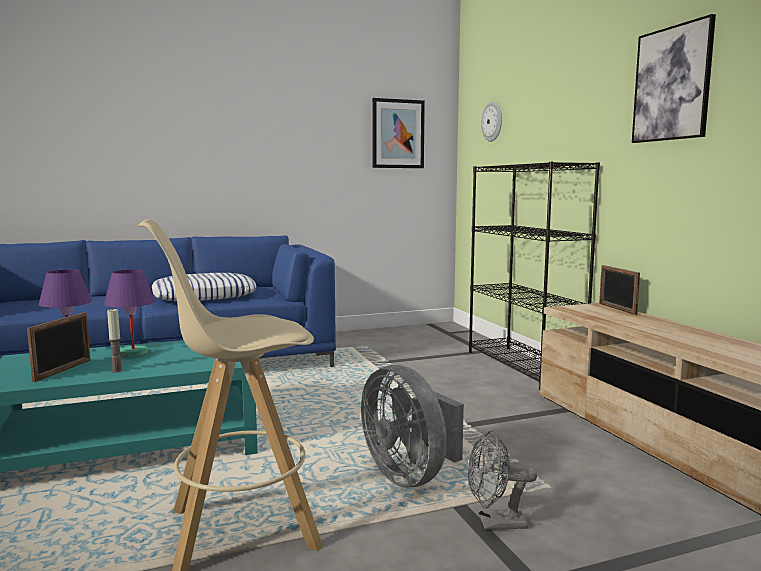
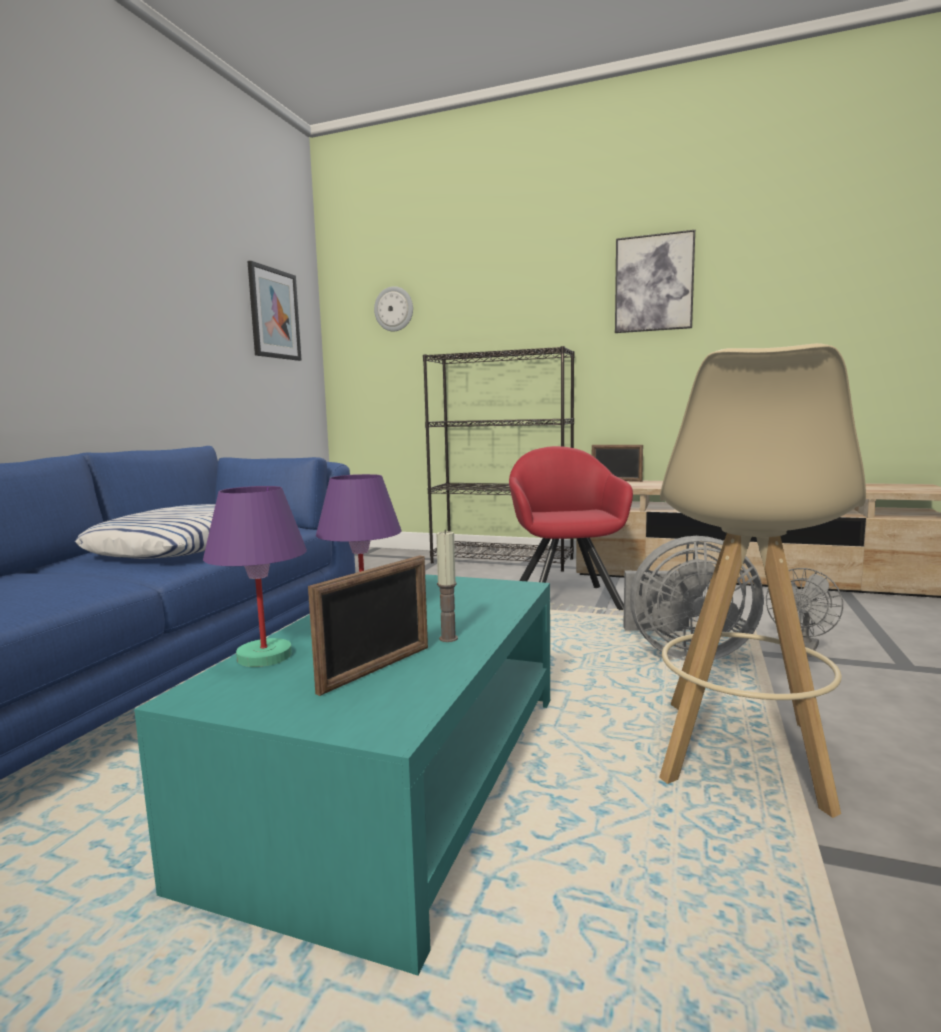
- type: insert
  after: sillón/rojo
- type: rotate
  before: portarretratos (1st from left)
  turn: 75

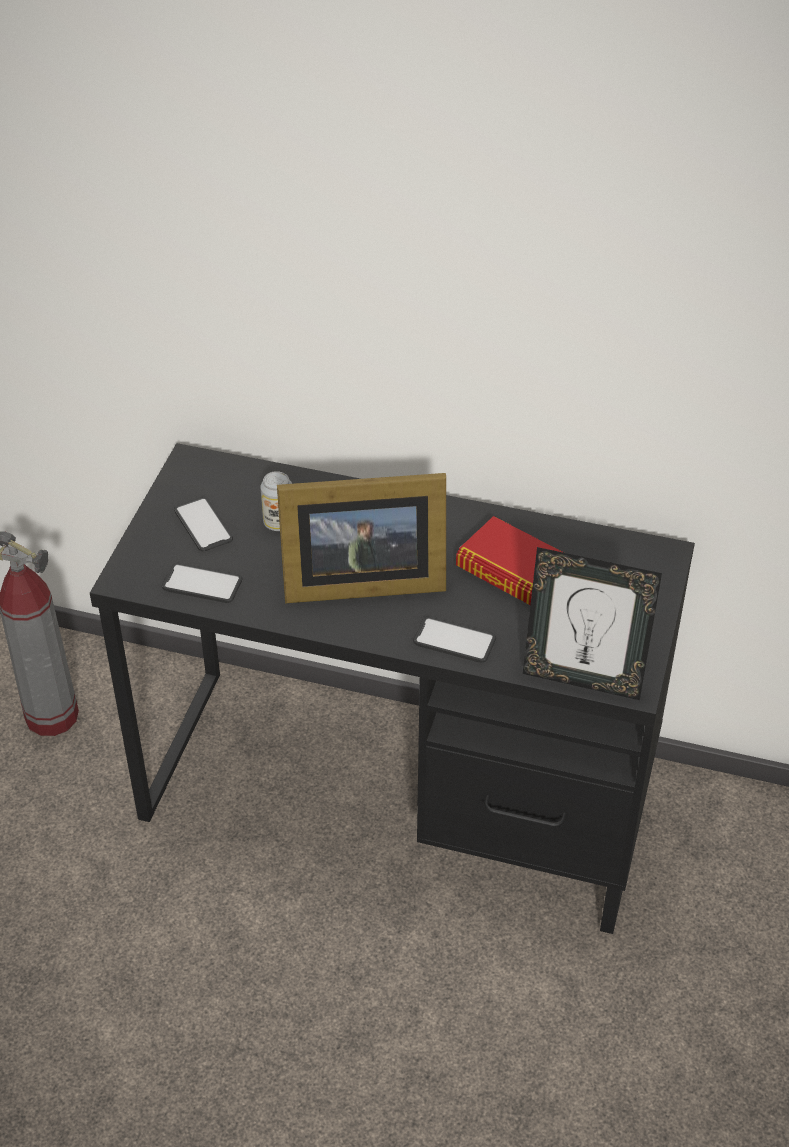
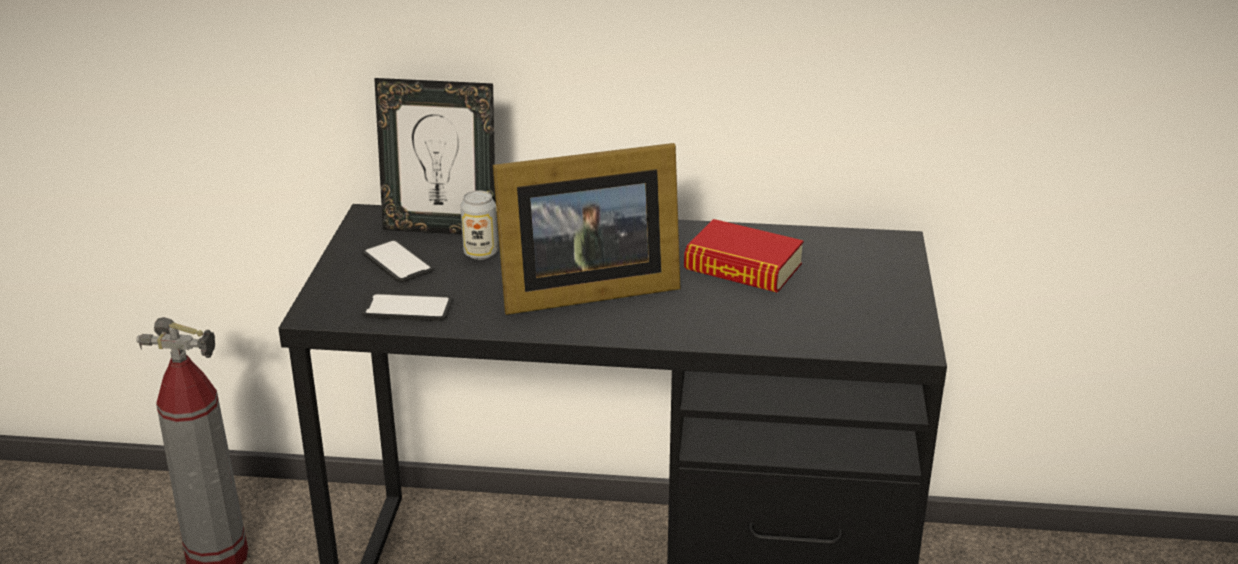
- type: delete
  before: móvil (3rd from left)
- type: move
  before: portarretratos (2nd from left in the first image)
  after: portarretratos (1st from left)

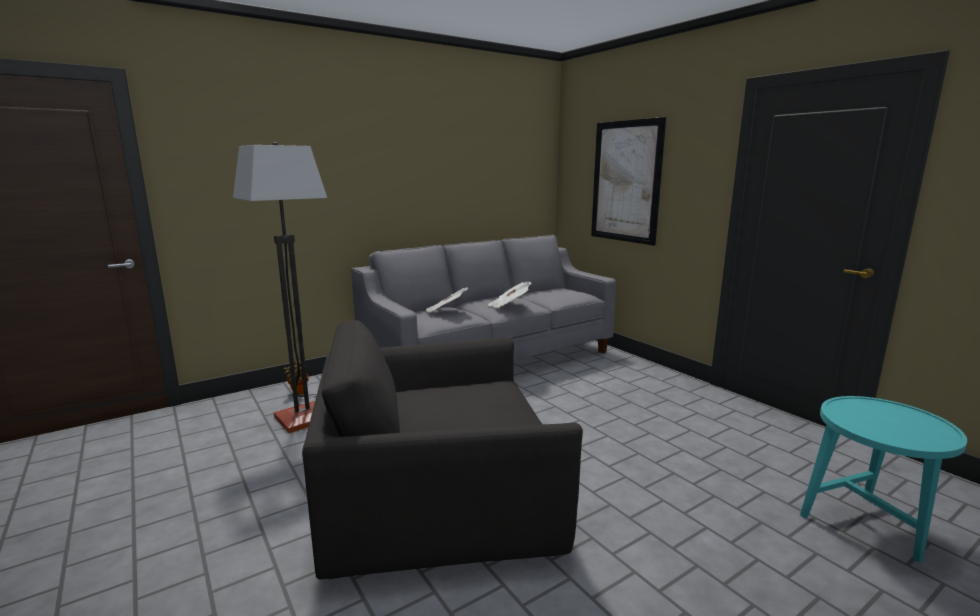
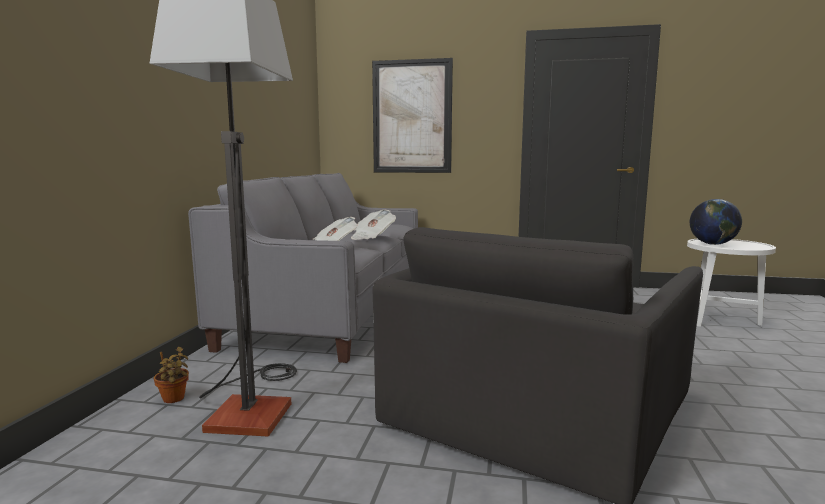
- type: insert
  after: globo terráqueo
- type: recolor
  before: mesa auxiliar/turquesa
  after: mesa auxiliar/blanco

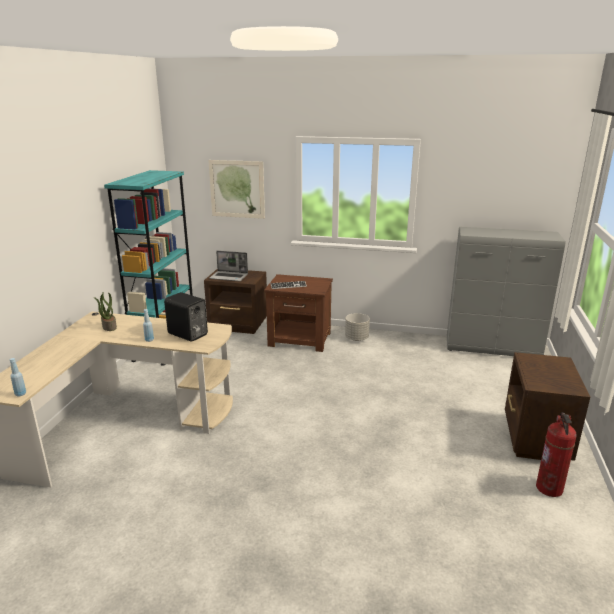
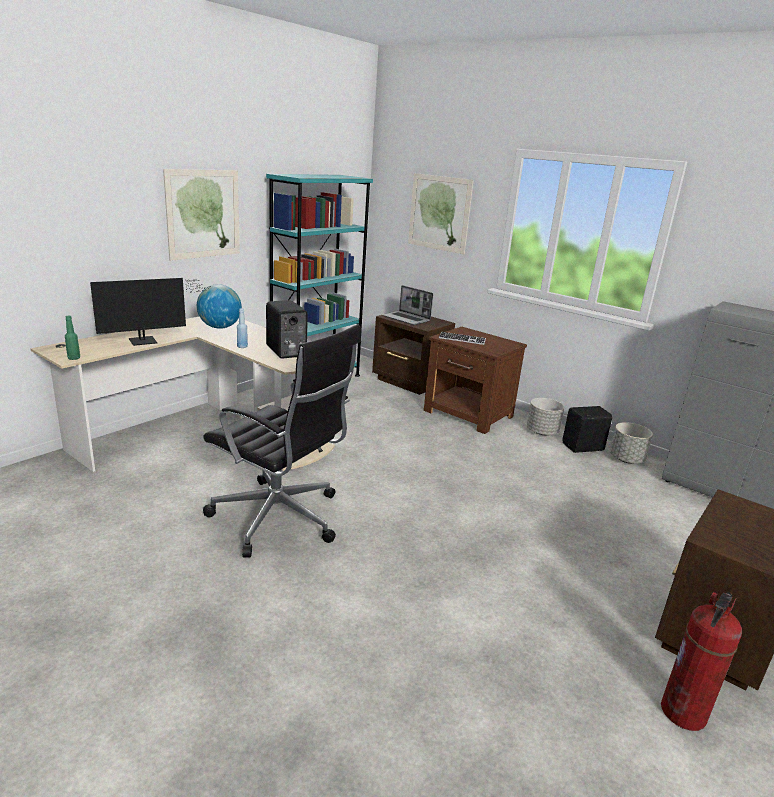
- type: insert
  after: monitor
- type: insert
  after: cuadro (1st from left)
- type: insert
  after: silla de oficina/negro
- type: insert
  after: altavoz/negro (2nd from left)
- type: insert
  after: maceta/gris (2nd from left)
- type: replace
  before: planta en maceta
  after: globo terráqueo
- type: recolor
  before: botella/azul (1st from left)
  after: botella/verde

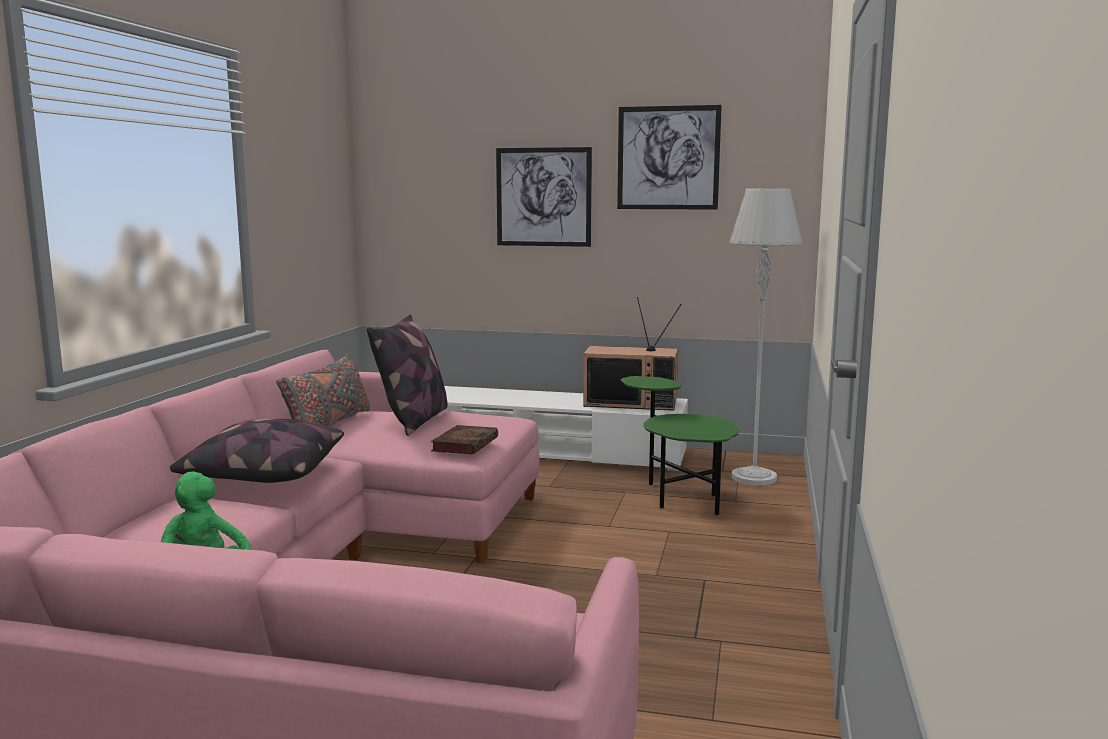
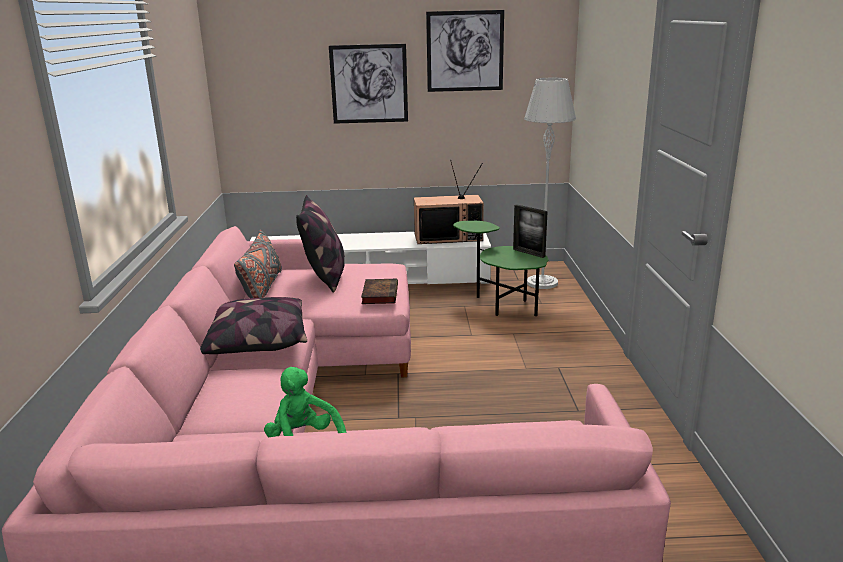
- type: insert
  after: portarretratos

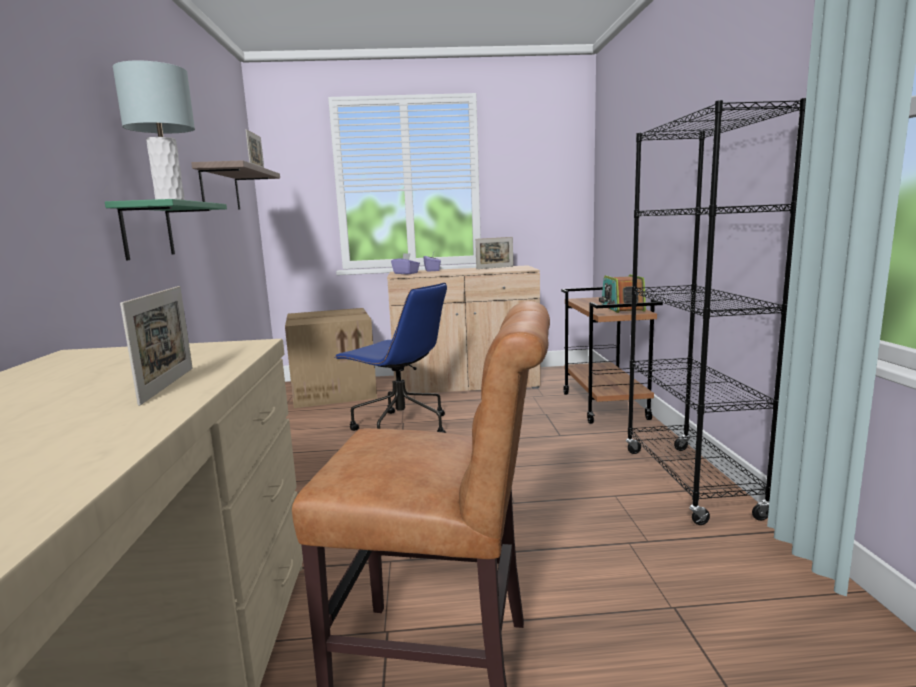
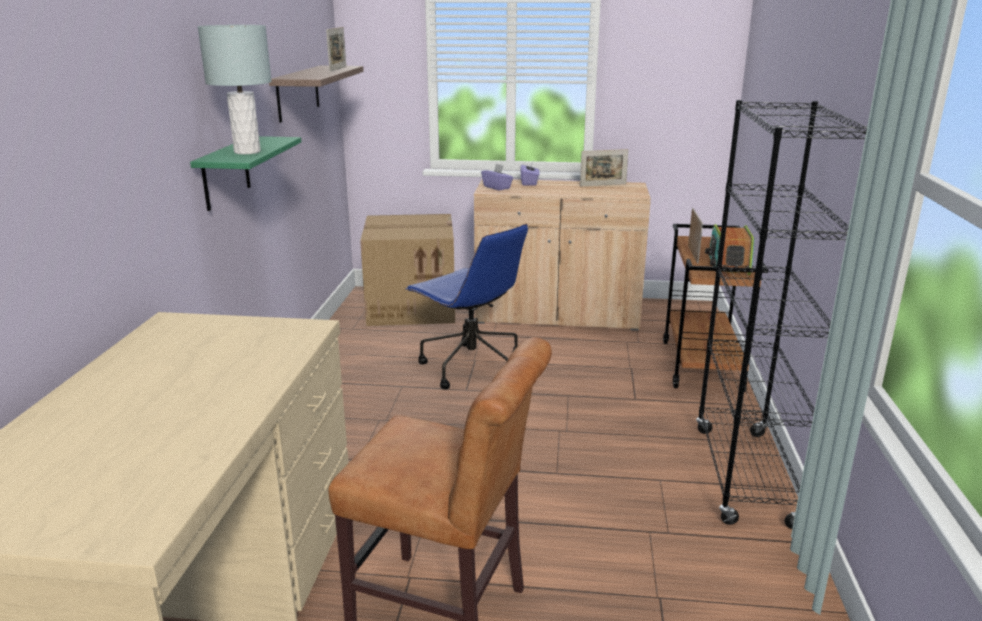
- type: move
  before: portarretratos (1st from left in the first image)
  after: portarretratos (3rd from left)

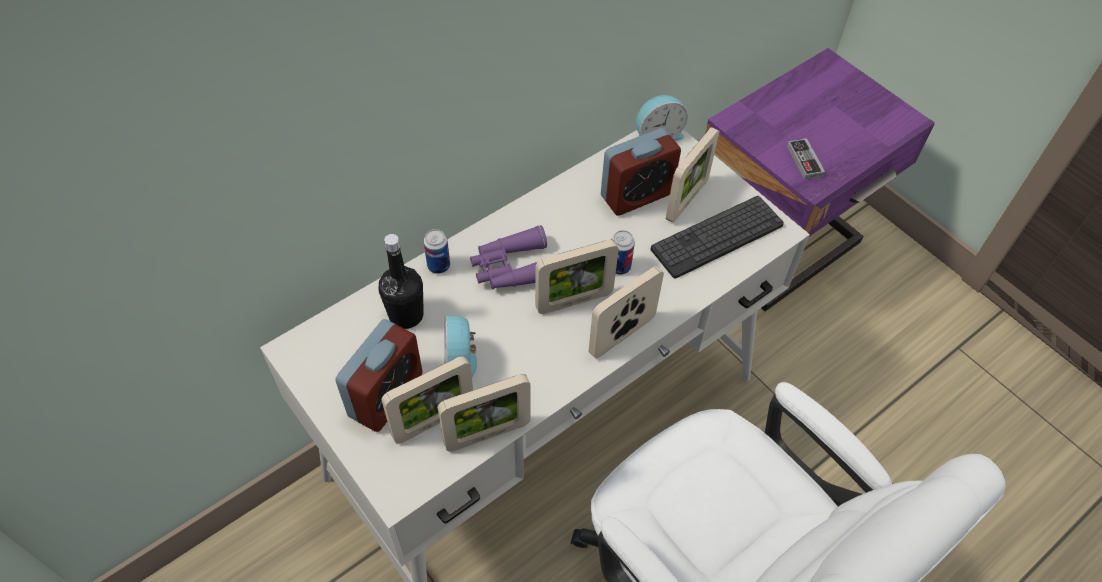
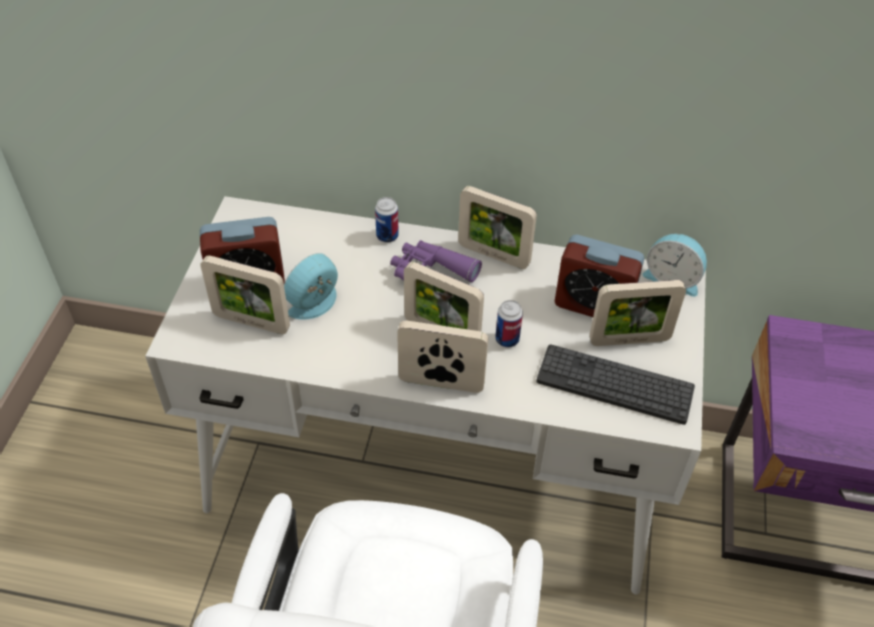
- type: delete
  before: botella/negro
- type: delete
  before: mando de consola
- type: move
  before: portarretratos (2nd from left in the first image)
  after: portarretratos (4th from left)

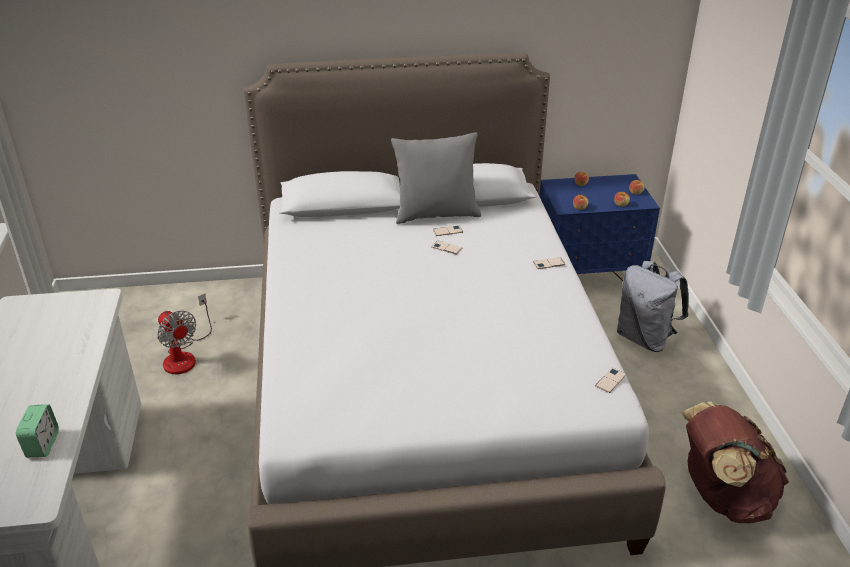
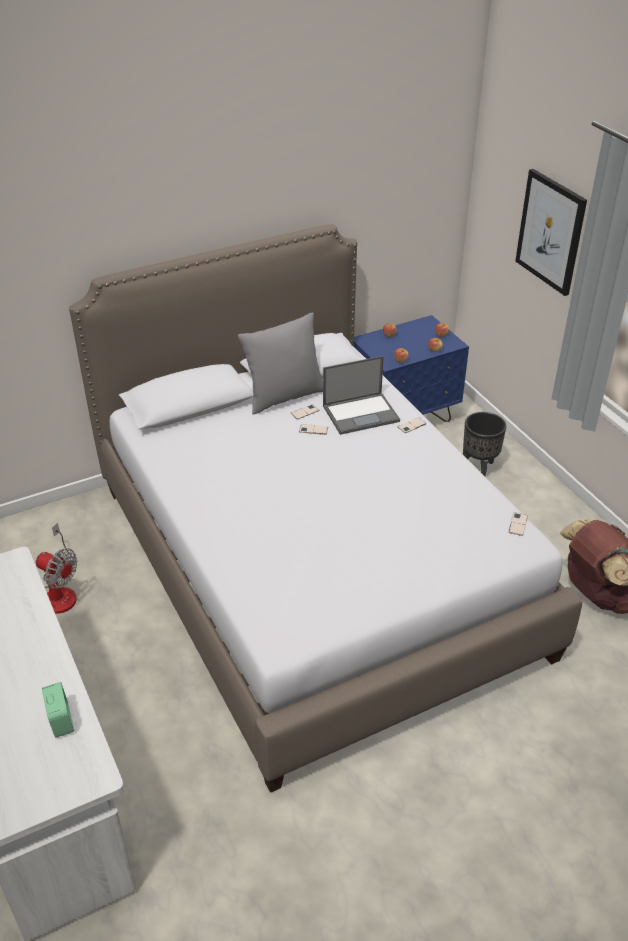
- type: insert
  after: portátil
- type: insert
  after: cuadro
- type: replace
  before: mochila/gris
  after: maceta/negro

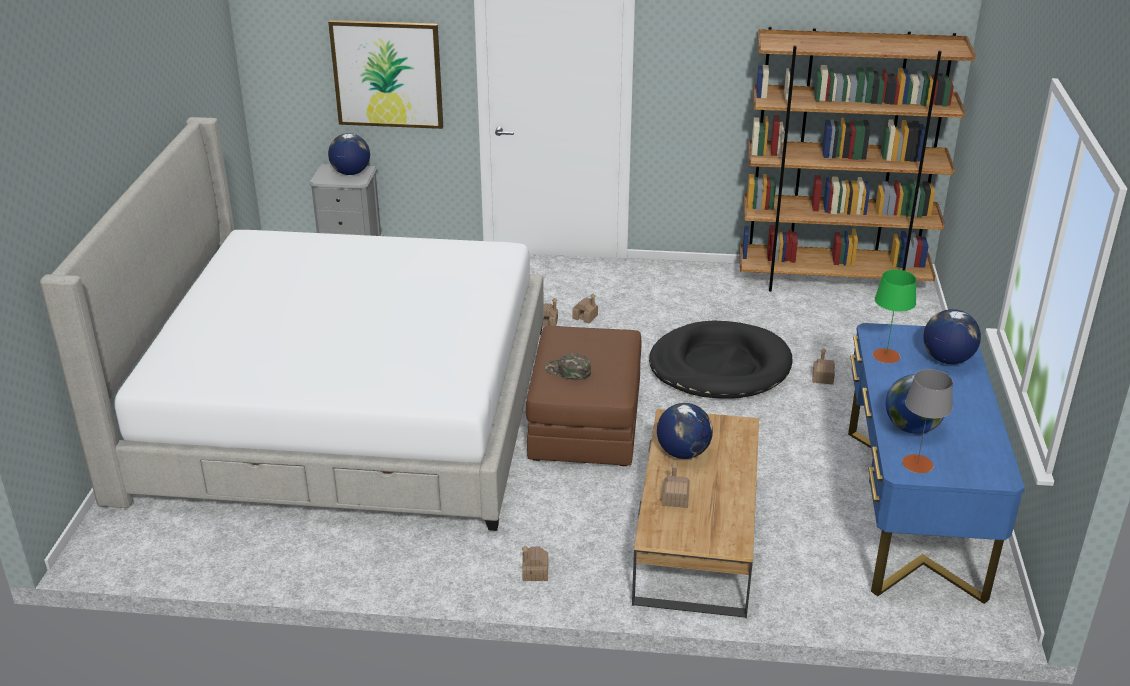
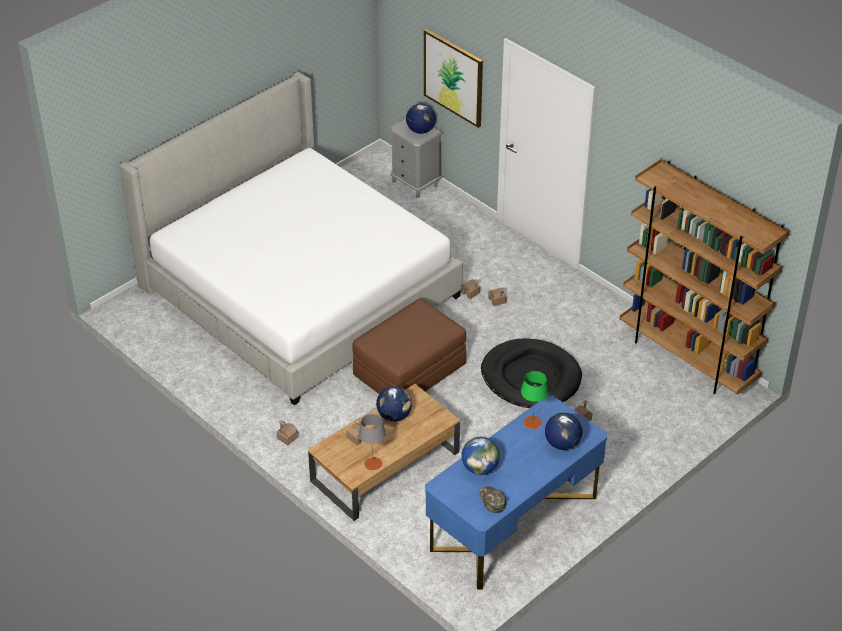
- type: move
  before: gorra/verde
- type: move
  before: lámpara de mesa/gris

